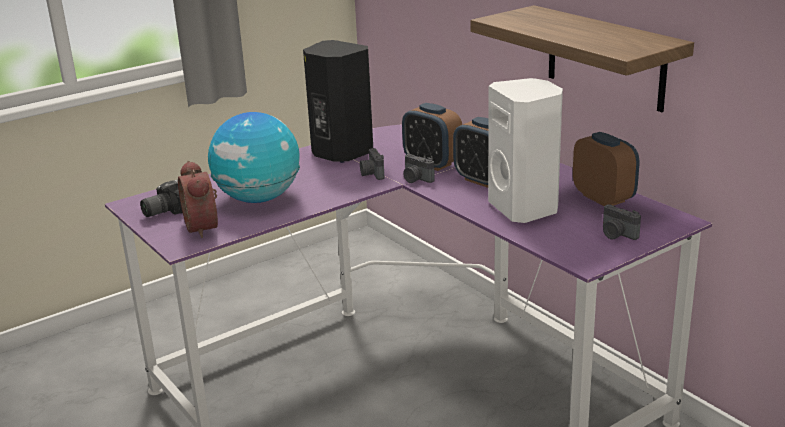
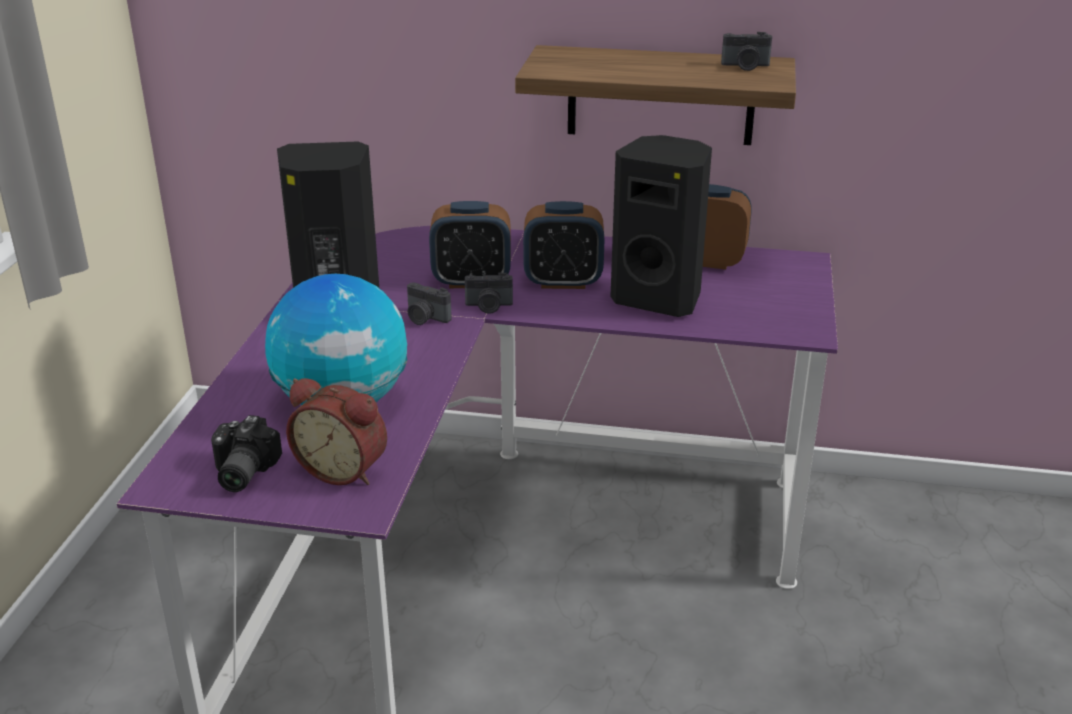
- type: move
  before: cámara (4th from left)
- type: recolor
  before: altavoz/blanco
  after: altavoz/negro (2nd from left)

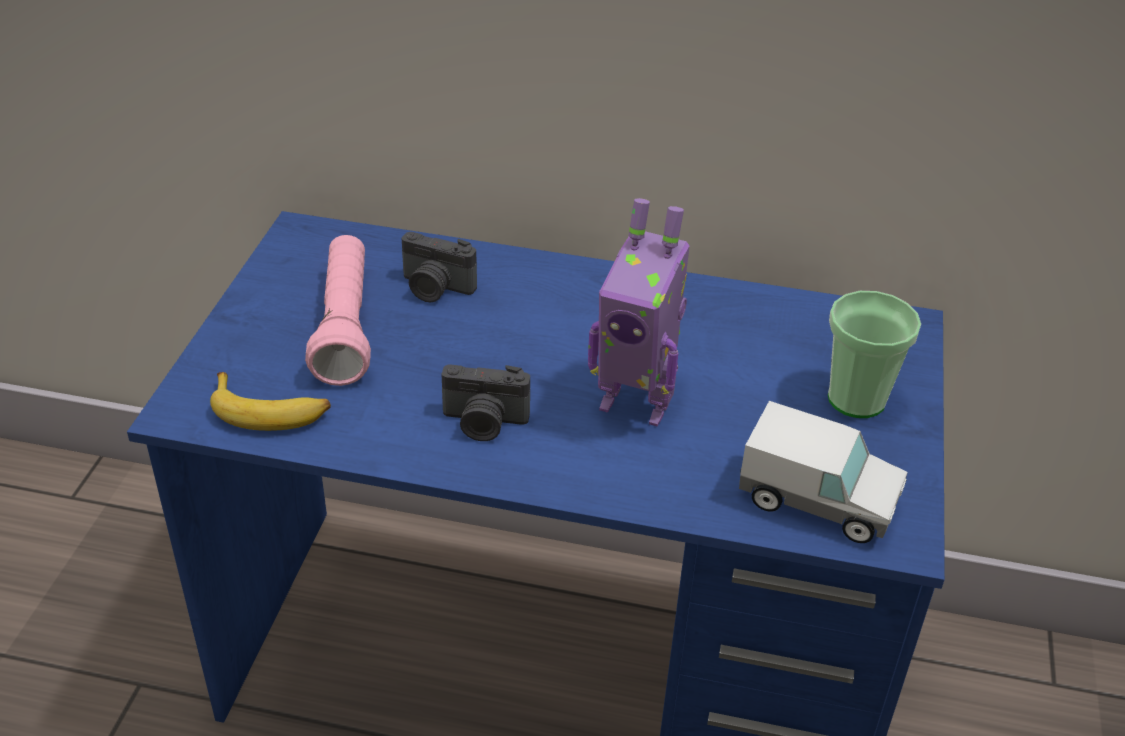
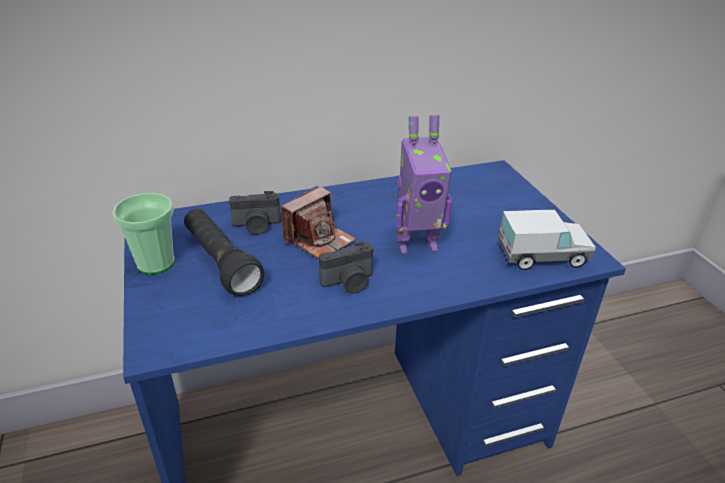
- type: delete
  before: plátano
- type: insert
  after: cámara (2nd from left)
- type: move
  before: taza
- type: recolor
  before: linterna/rosa
  after: linterna/negro

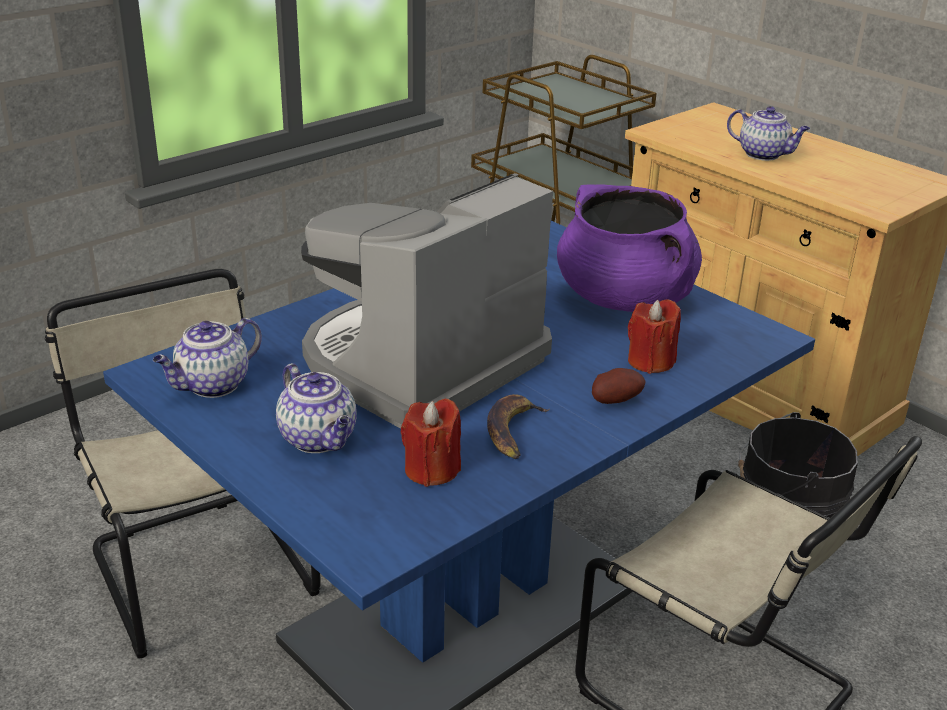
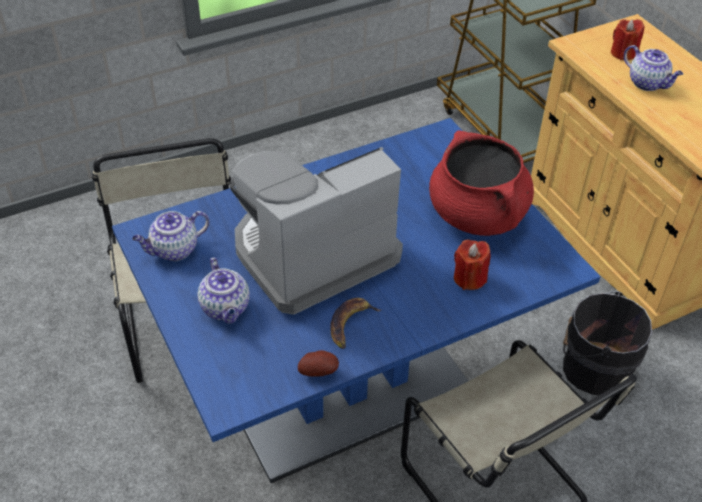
- type: move
  before: vela/rojo (1st from left in the first image)
  after: vela/rojo (2nd from left)
- type: move
  before: patata
- type: recolor
  before: olla/morado
  after: olla/rojo

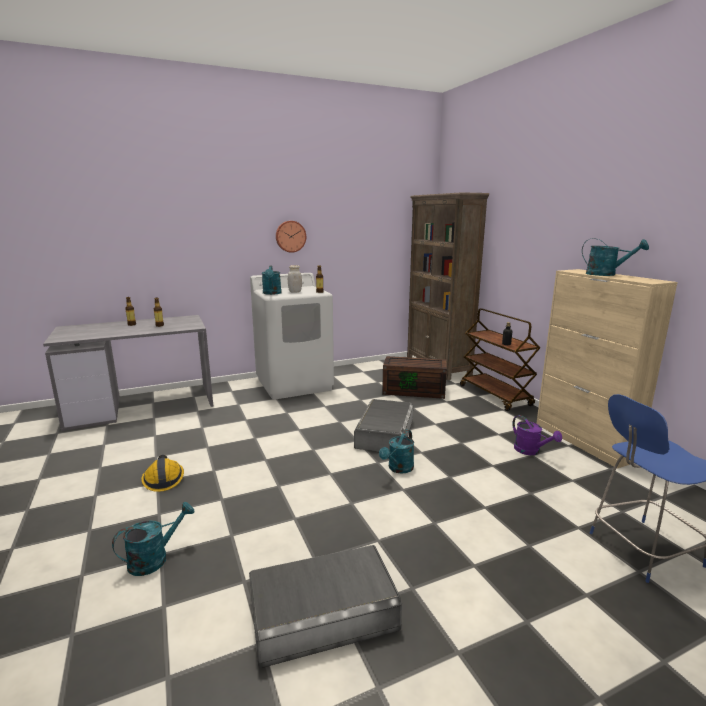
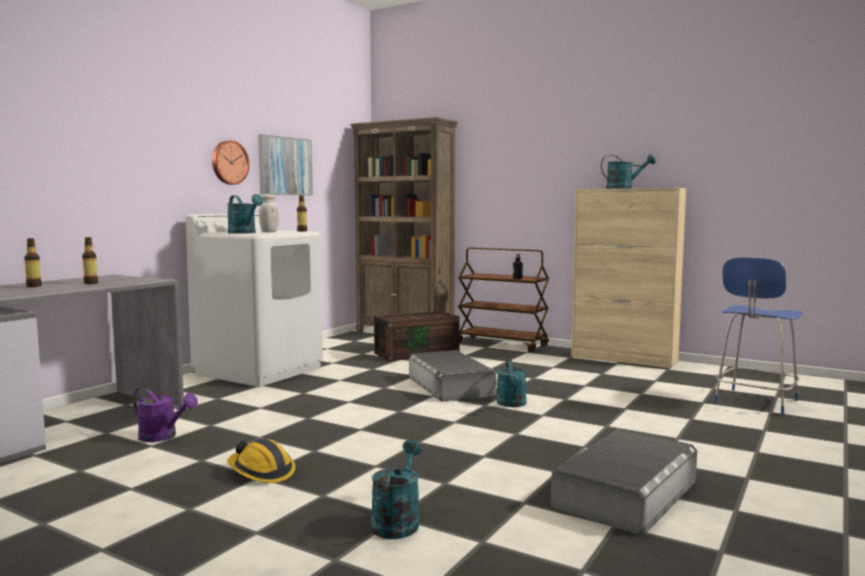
- type: insert
  after: cuadro
- type: move
  before: regadera/morado

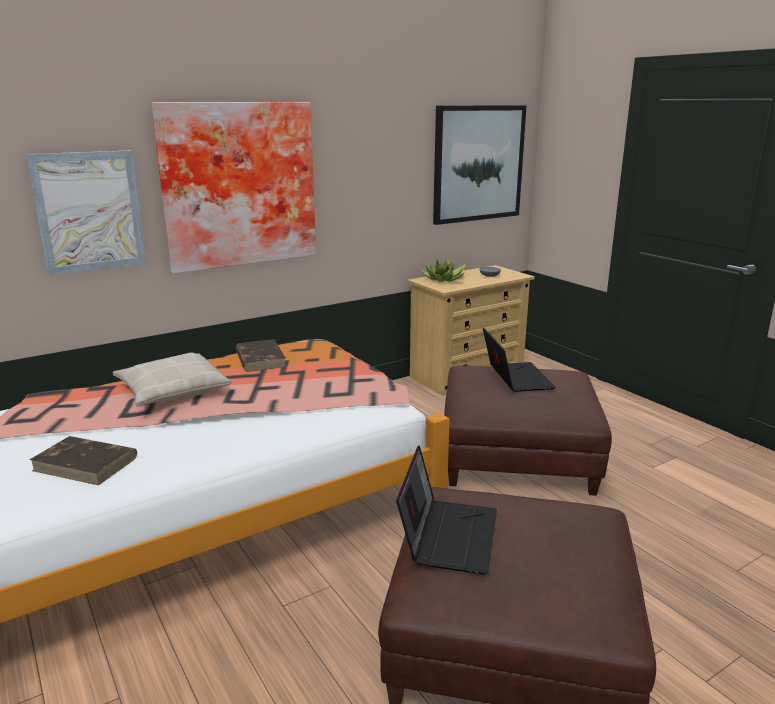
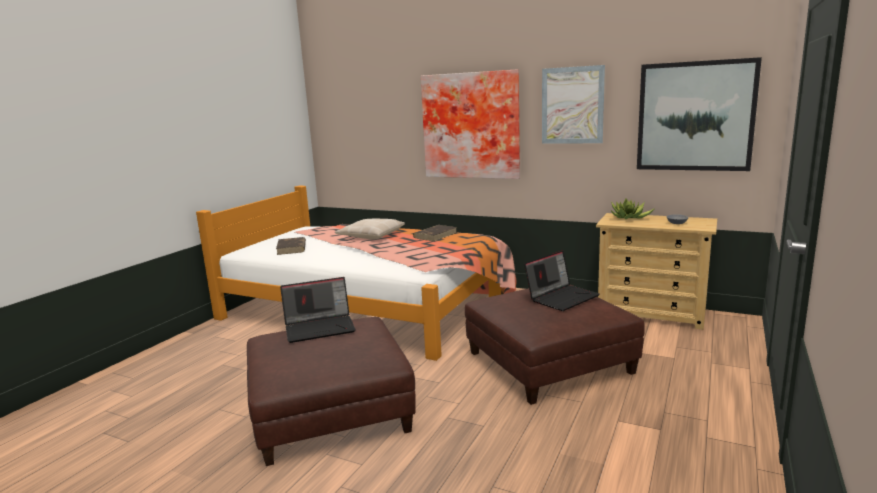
- type: move
  before: cuadro (1st from left in the first image)
  after: cuadro (2nd from left)

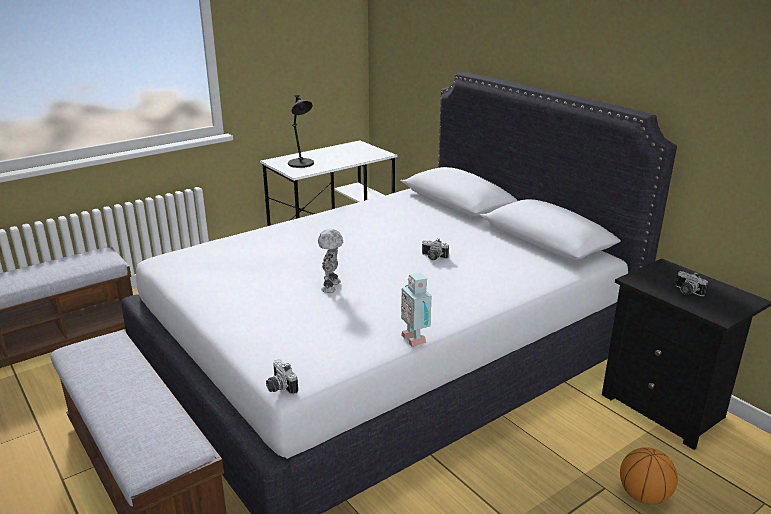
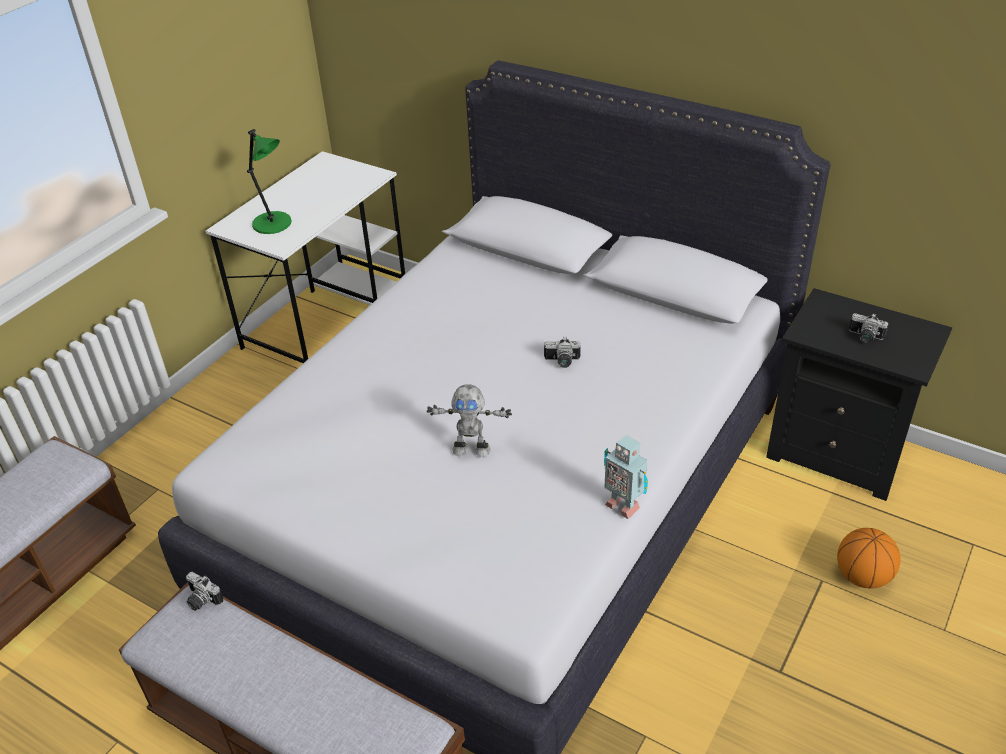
- type: move
  before: cámara (1st from left)
- type: recolor
  before: lámpara de mesa/negro
  after: lámpara de mesa/verde
- type: rotate
  before: robot de juguete (1st from left)
  turn: -75

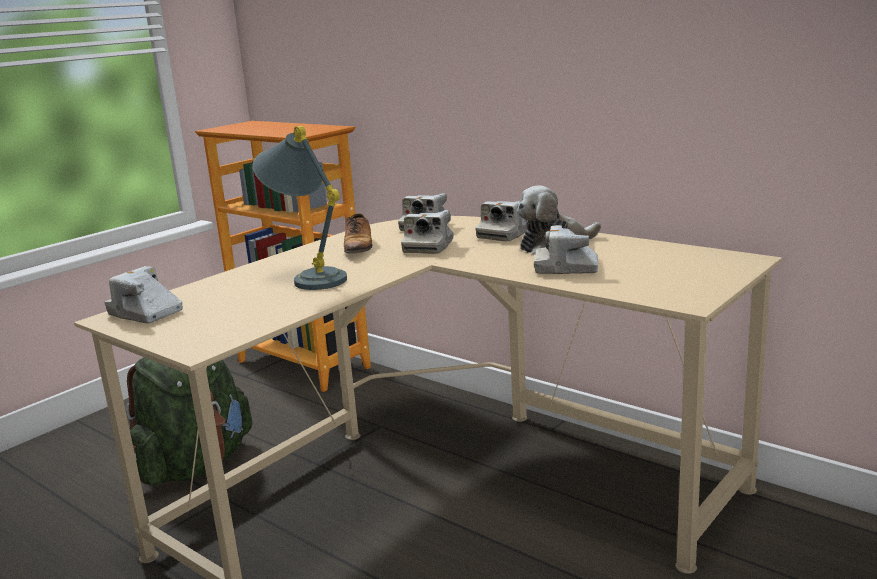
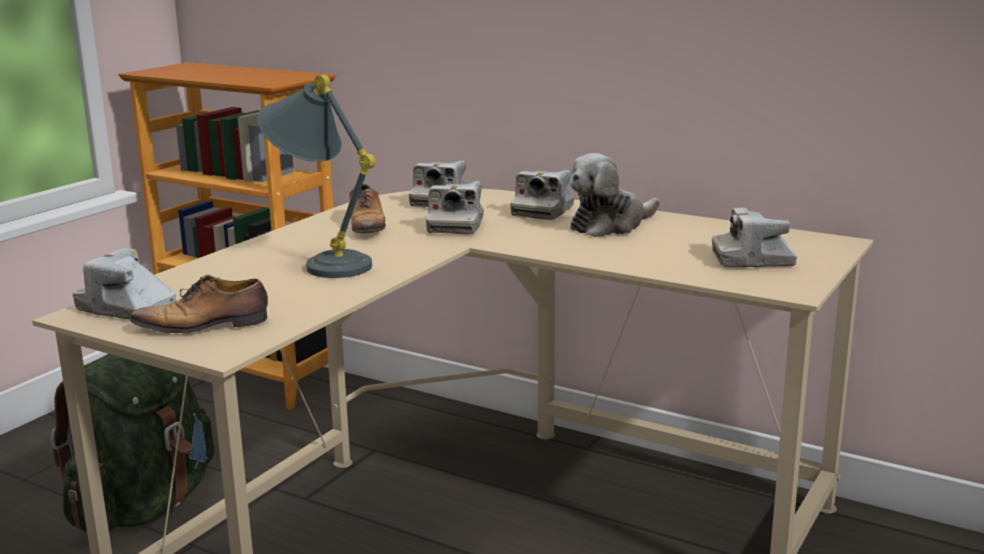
- type: insert
  after: zapato (1st from left)
- type: move
  before: cámara (5th from left)

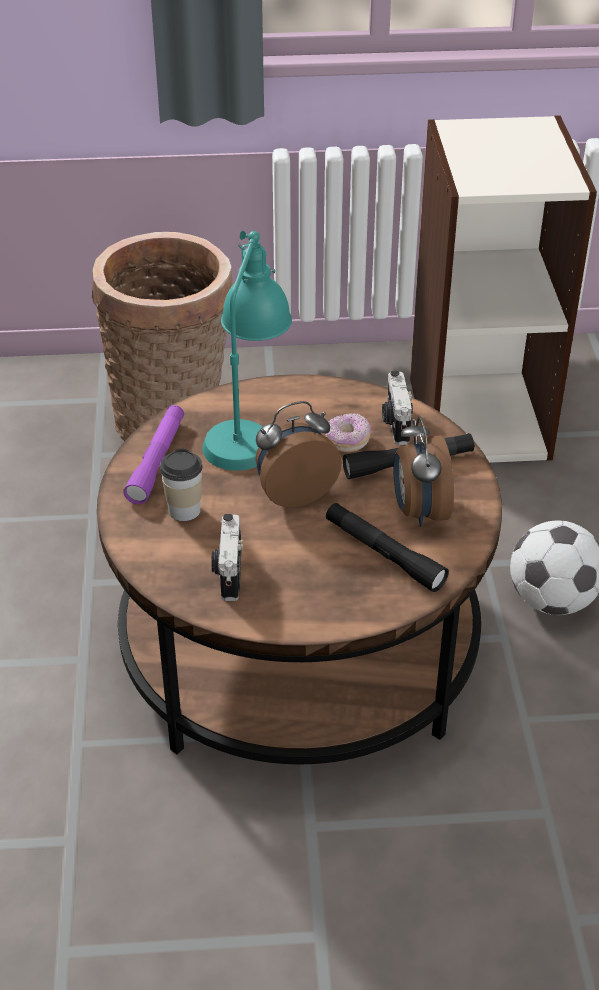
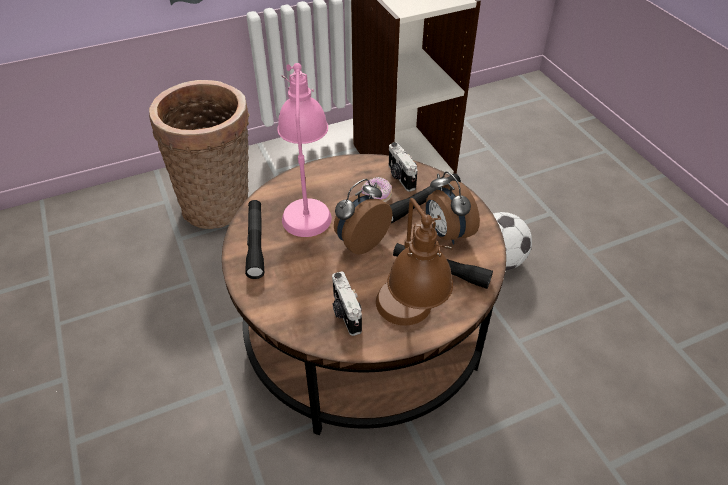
- type: delete
  before: taza
- type: insert
  after: lámpara de mesa/marrón
- type: recolor
  before: linterna/morado
  after: linterna/negro (1st from left)
- type: recolor
  before: lámpara de mesa/turquesa
  after: lámpara de mesa/rosa

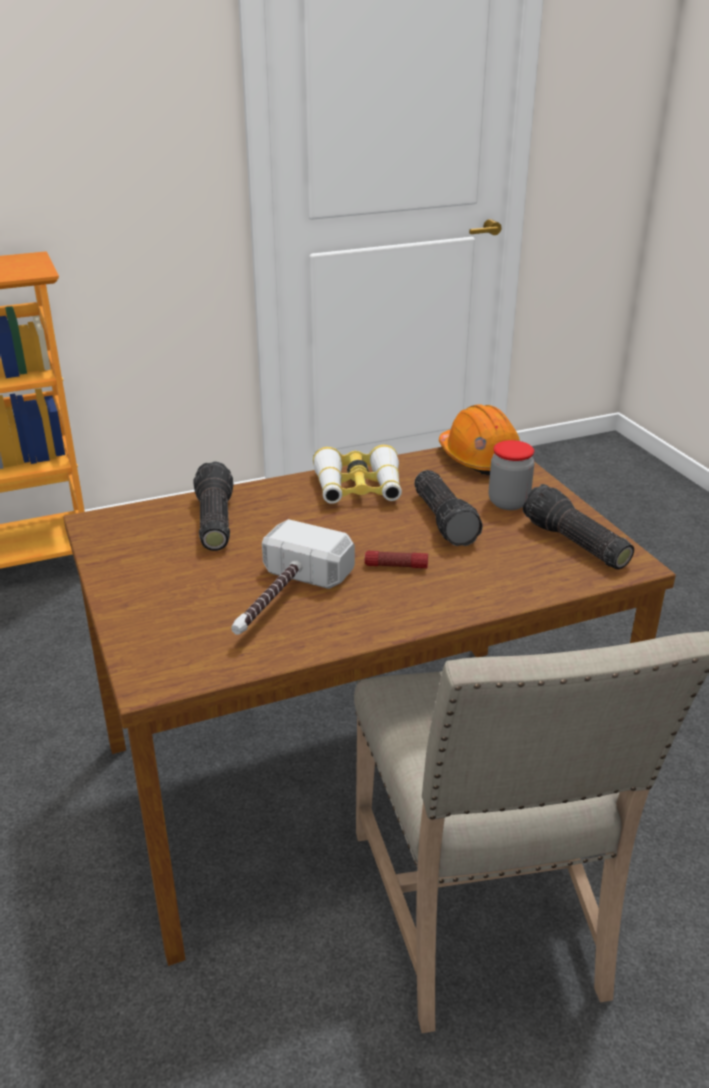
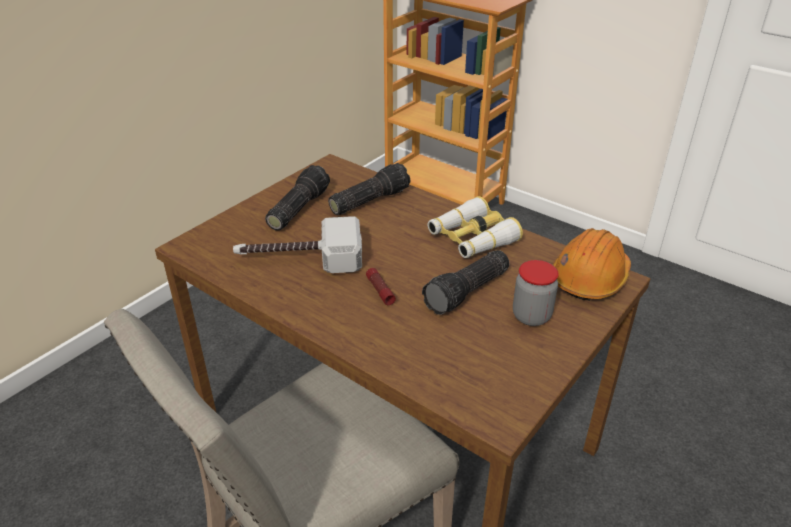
- type: move
  before: linterna (4th from left in the first image)
  after: linterna (1st from left)

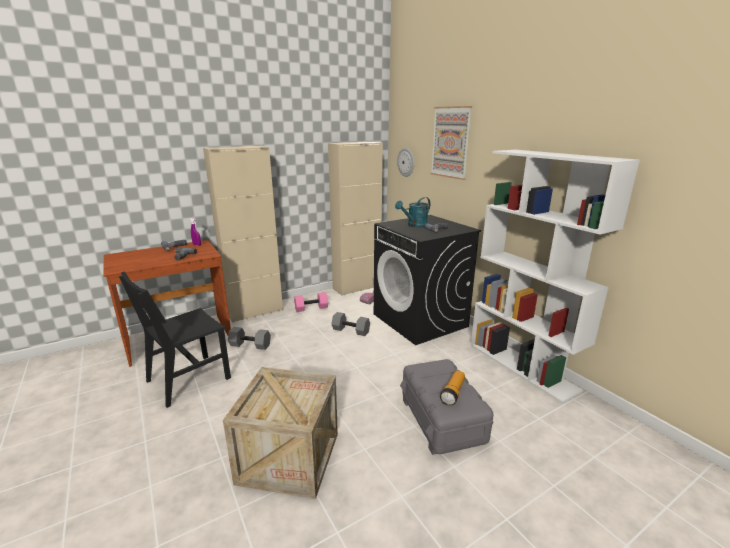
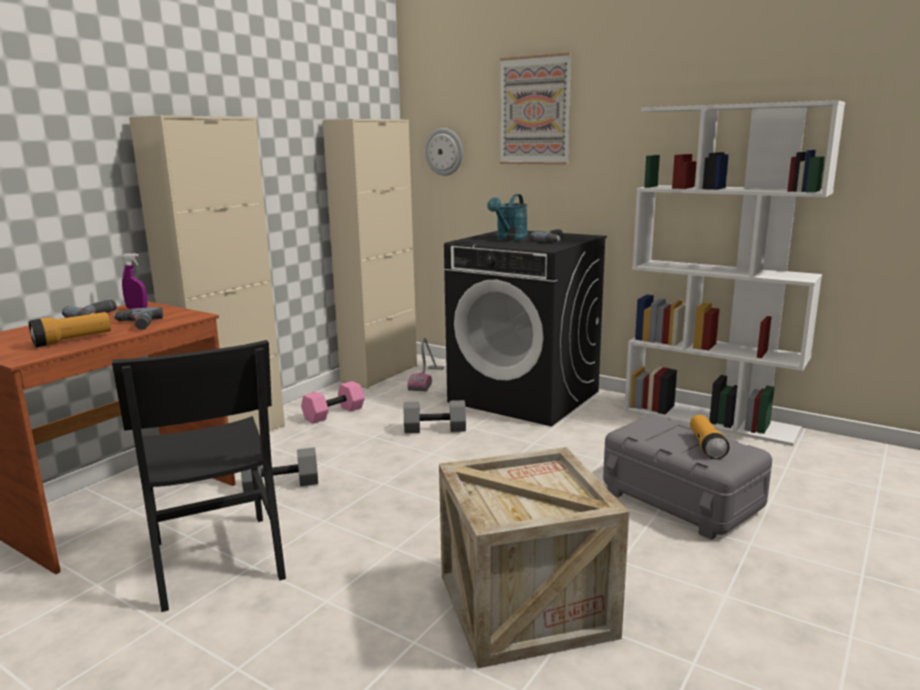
- type: insert
  after: linterna (1st from left)
- type: rotate
  before: silla/negro
  turn: -45

